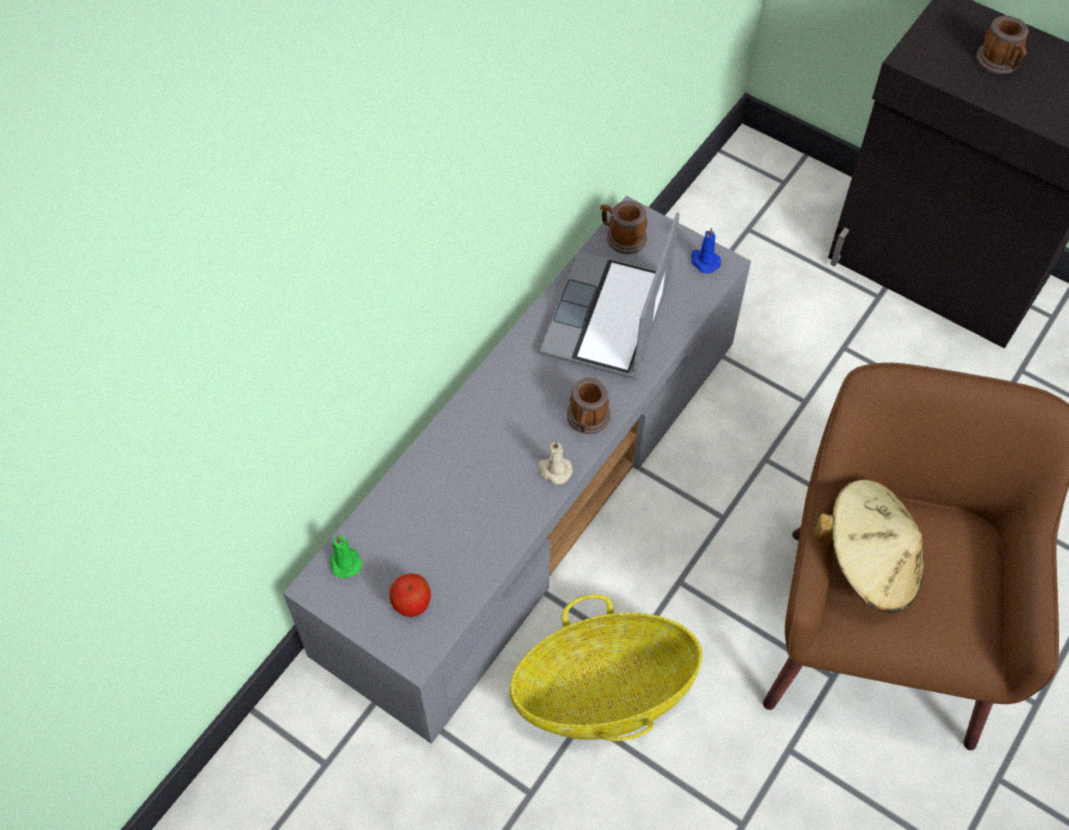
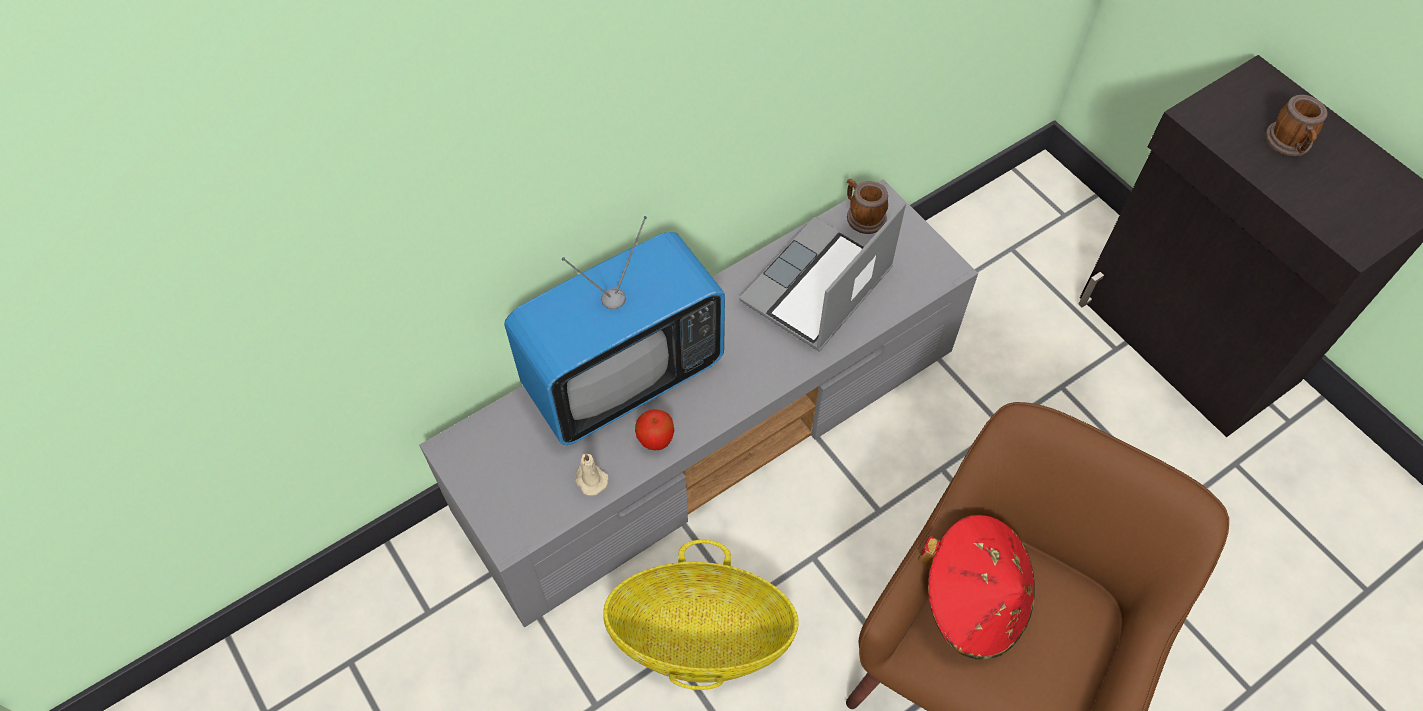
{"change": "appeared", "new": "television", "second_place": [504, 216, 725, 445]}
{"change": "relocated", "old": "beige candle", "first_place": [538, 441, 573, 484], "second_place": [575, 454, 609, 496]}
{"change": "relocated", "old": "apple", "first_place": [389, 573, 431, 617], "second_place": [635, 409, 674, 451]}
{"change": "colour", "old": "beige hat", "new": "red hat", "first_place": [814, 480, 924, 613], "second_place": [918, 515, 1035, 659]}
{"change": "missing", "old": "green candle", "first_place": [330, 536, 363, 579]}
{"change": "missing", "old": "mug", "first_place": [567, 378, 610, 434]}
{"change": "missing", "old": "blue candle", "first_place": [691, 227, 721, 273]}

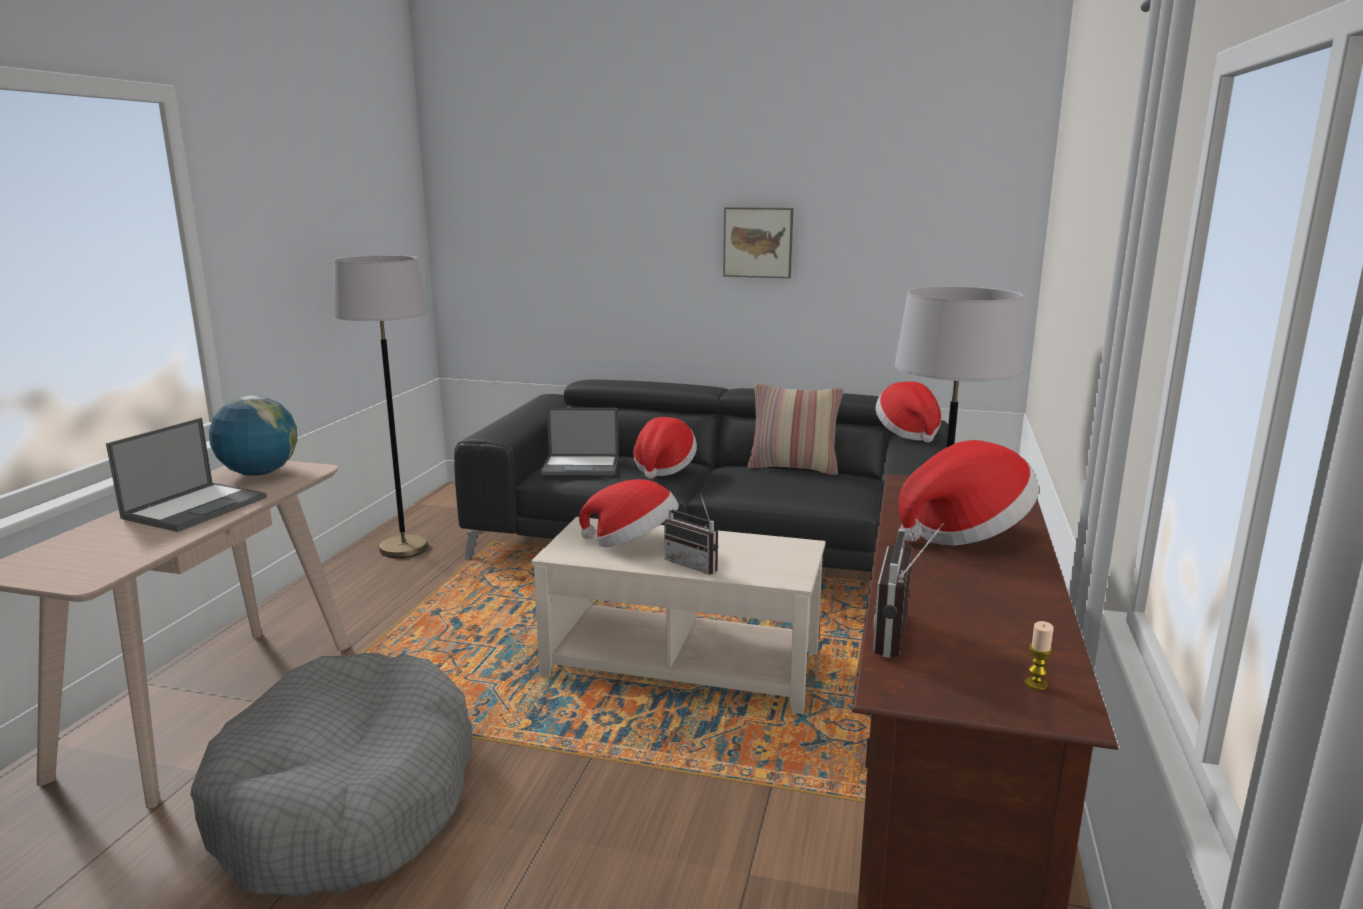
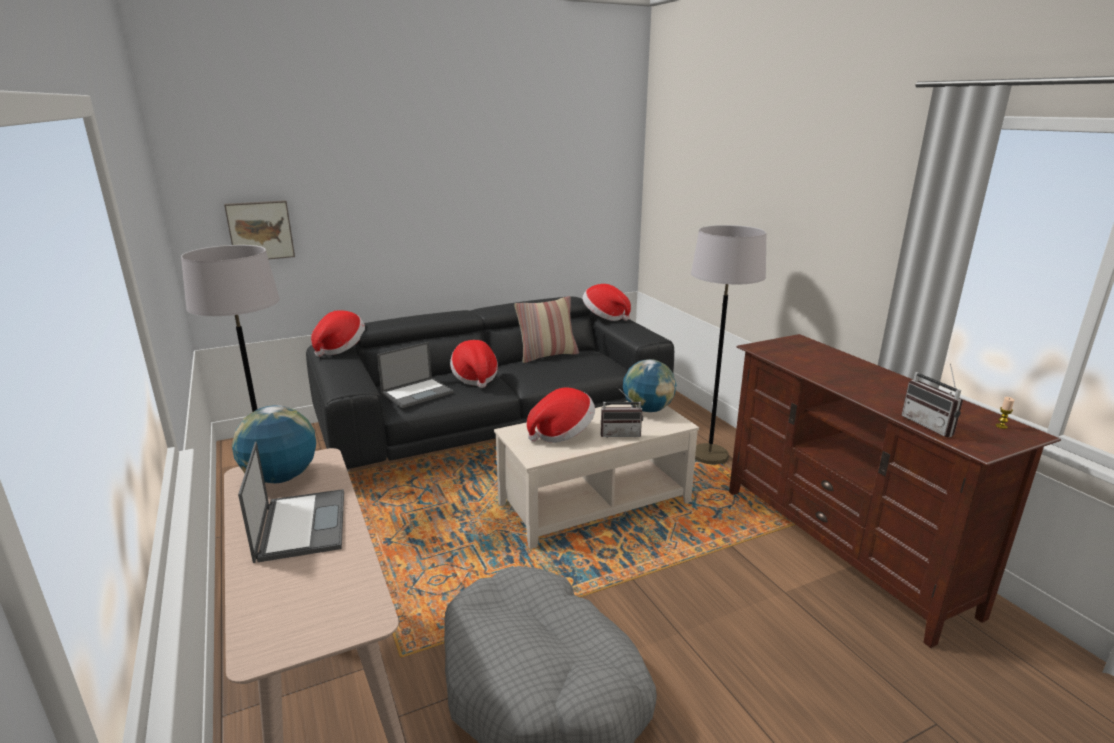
{"change": "relocated", "old": "picture", "first_place": [723, 207, 793, 278], "second_place": [224, 200, 295, 259]}
{"change": "relocated", "old": "hat", "first_place": [899, 440, 1039, 546], "second_place": [311, 310, 365, 357]}
{"change": "appeared", "new": "globe", "second_place": [623, 359, 676, 412]}

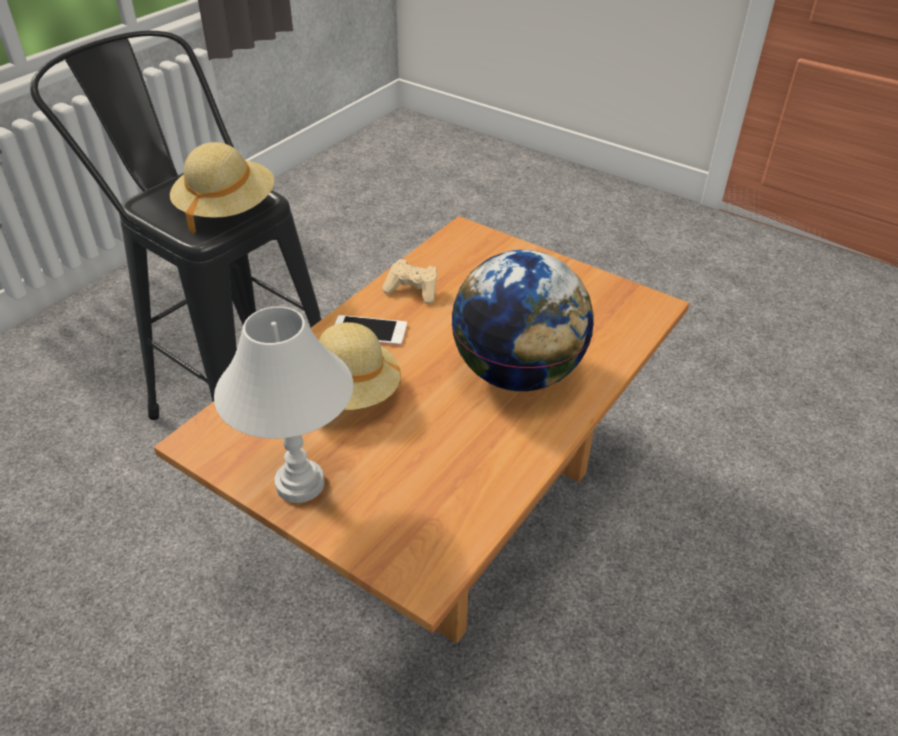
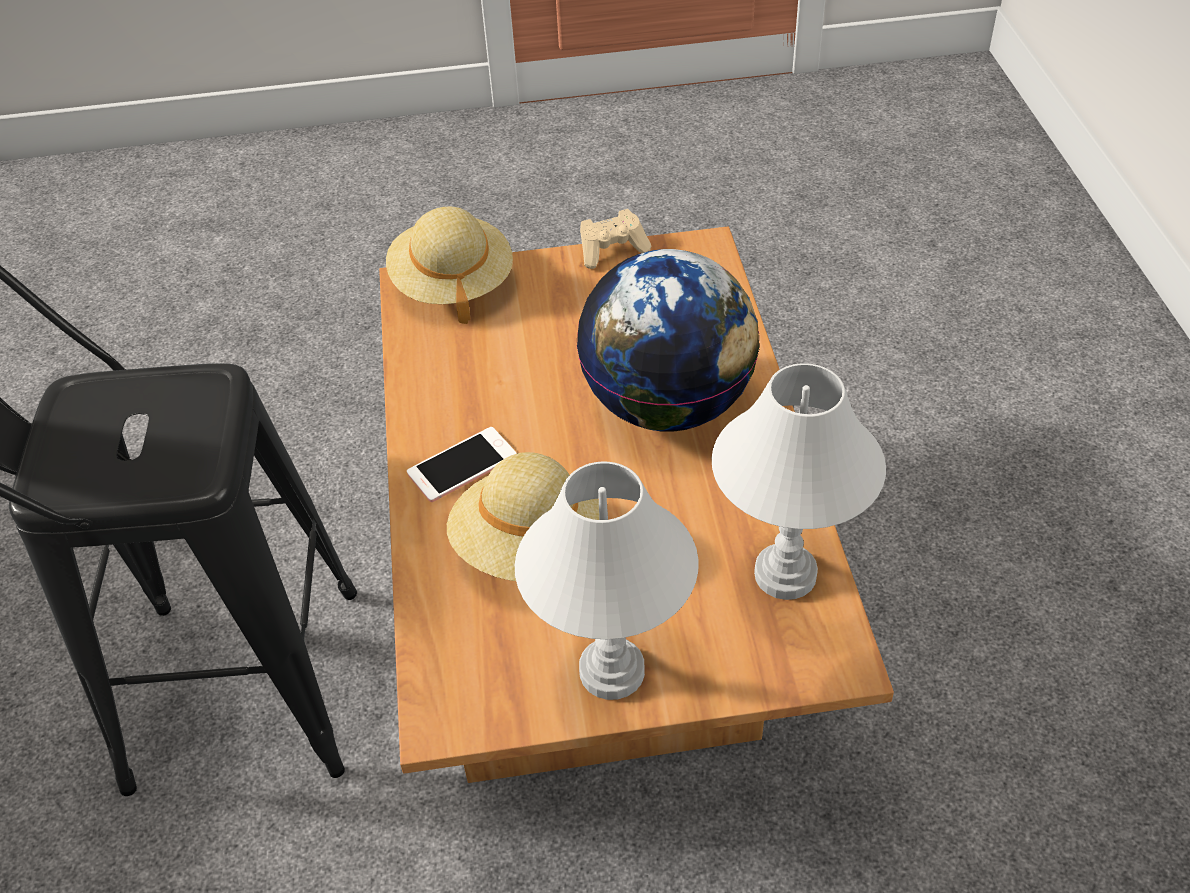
{"change": "relocated", "old": "beige hat", "first_place": [170, 142, 274, 234], "second_place": [386, 206, 513, 324]}
{"change": "relocated", "old": "beige game controller", "first_place": [382, 259, 437, 304], "second_place": [580, 209, 651, 269]}
{"change": "appeared", "new": "white table lamp", "second_place": [712, 363, 886, 600]}

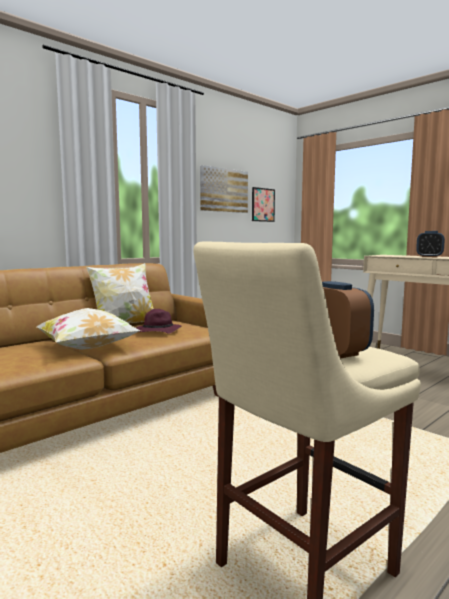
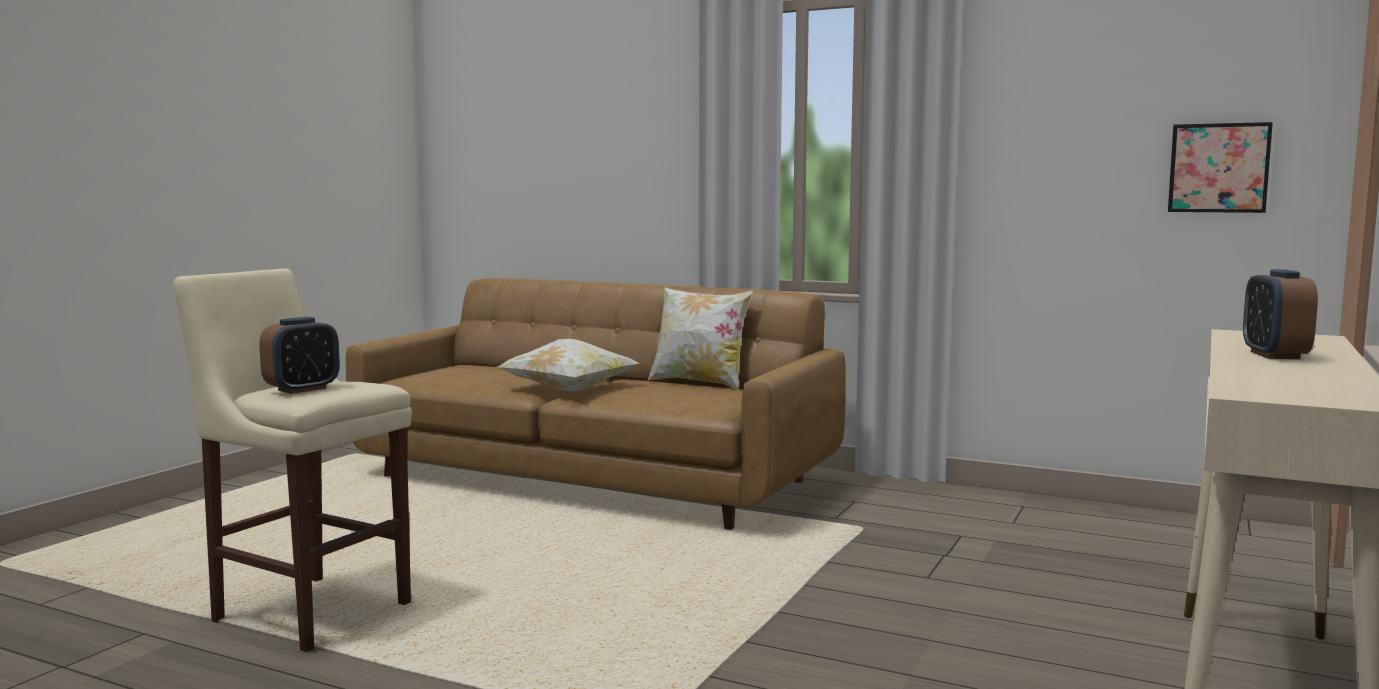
{"change": "missing", "old": "purple hat", "first_place": [136, 309, 181, 334]}
{"change": "missing", "old": "picture", "first_place": [200, 165, 248, 213]}

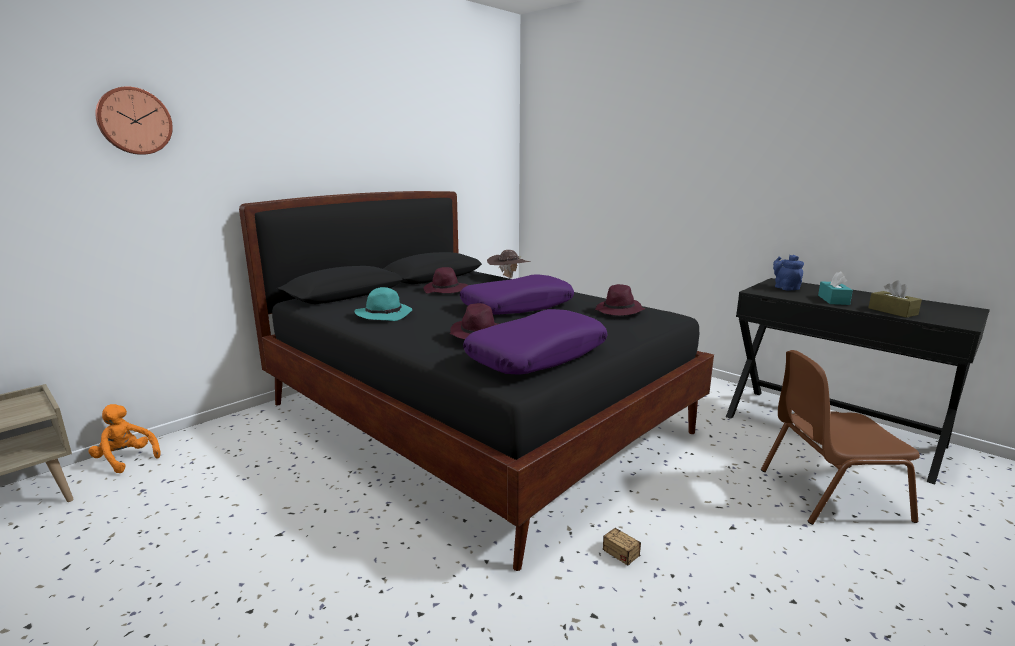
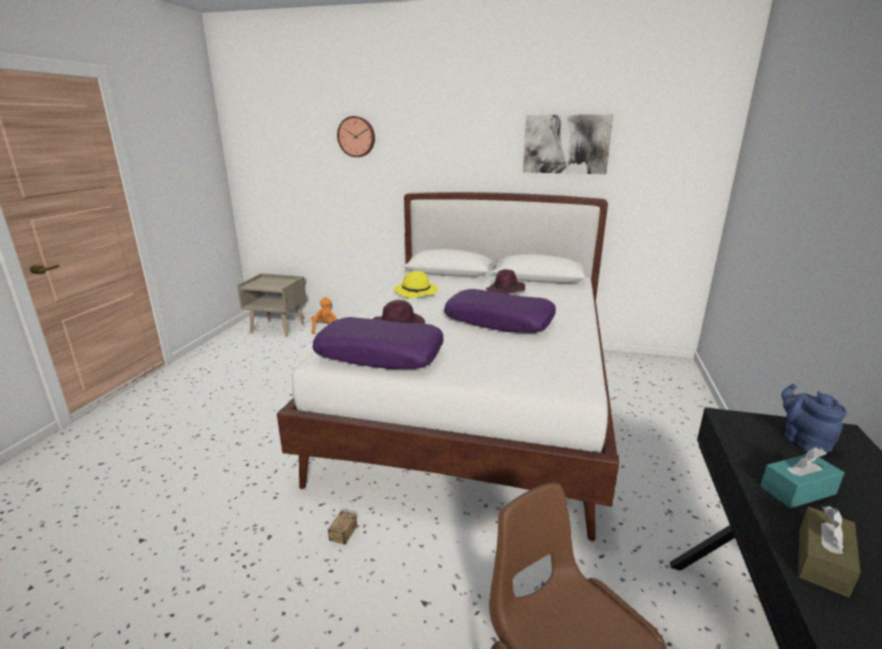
{"change": "colour", "old": "black bed", "new": "white bed", "first_place": [239, 191, 714, 571], "second_place": [277, 192, 619, 541]}
{"change": "colour", "old": "turquoise hat", "new": "yellow hat", "first_place": [355, 287, 412, 321], "second_place": [394, 271, 438, 299]}
{"change": "appeared", "new": "picture", "second_place": [523, 115, 614, 174]}
{"change": "spun", "old": "blue teapot", "first_place": [773, 255, 804, 290], "second_place": [782, 384, 847, 452], "degrees": -60}
{"change": "missing", "old": "brown hat", "first_place": [487, 250, 530, 278]}
{"change": "missing", "old": "purple hat", "first_place": [595, 284, 645, 316]}

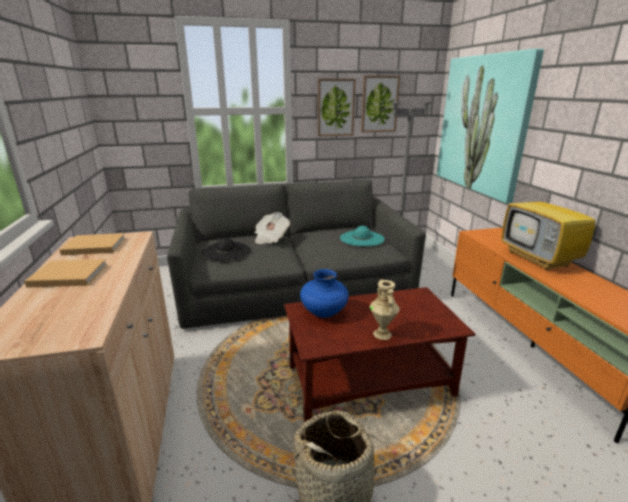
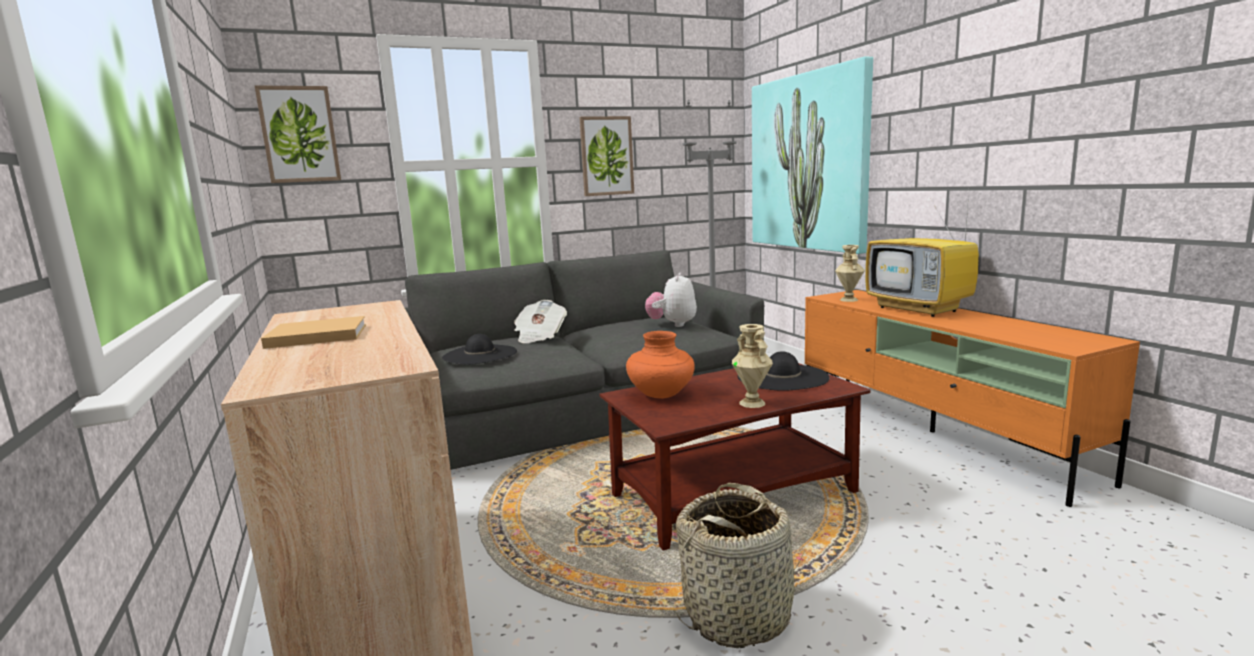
{"change": "relocated", "old": "picture", "first_place": [361, 76, 400, 132], "second_place": [255, 85, 341, 183]}
{"change": "colour", "old": "blue vase", "new": "orange vase", "first_place": [300, 269, 348, 318], "second_place": [626, 331, 695, 399]}
{"change": "exchanged", "old": "turquoise hat", "new": "plush toy", "first_place": [340, 226, 385, 246], "second_place": [645, 273, 697, 327]}
{"change": "appeared", "new": "black hat", "second_place": [737, 351, 830, 391]}
{"change": "appeared", "new": "beige vase", "second_place": [835, 245, 865, 302]}
{"change": "missing", "old": "beige book", "first_place": [60, 233, 125, 255]}

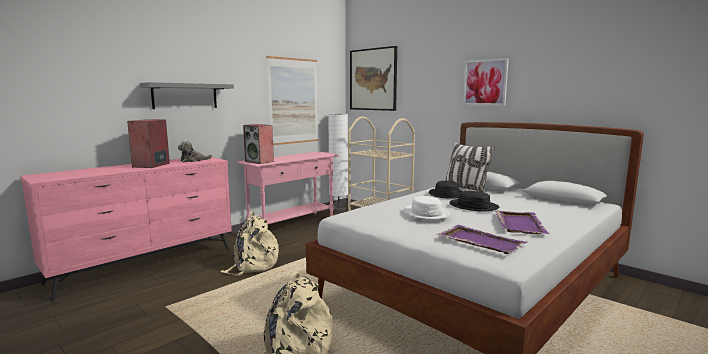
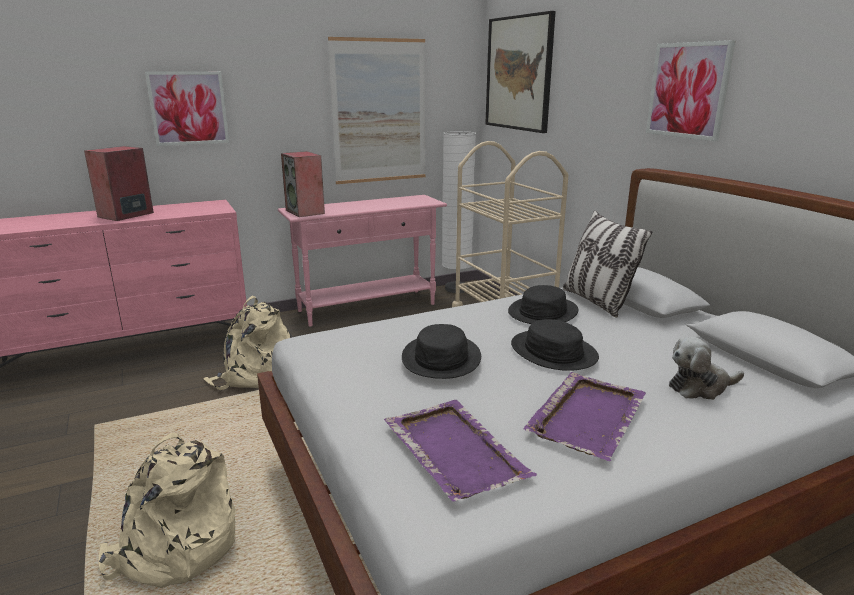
{"change": "exchanged", "old": "grey shelf", "new": "picture", "first_place": [140, 82, 234, 109], "second_place": [145, 71, 229, 146]}
{"change": "colour", "old": "white hat", "new": "black hat", "first_place": [404, 196, 451, 220], "second_place": [402, 324, 481, 379]}
{"change": "relocated", "old": "plush toy", "first_place": [178, 140, 212, 162], "second_place": [669, 337, 744, 400]}

